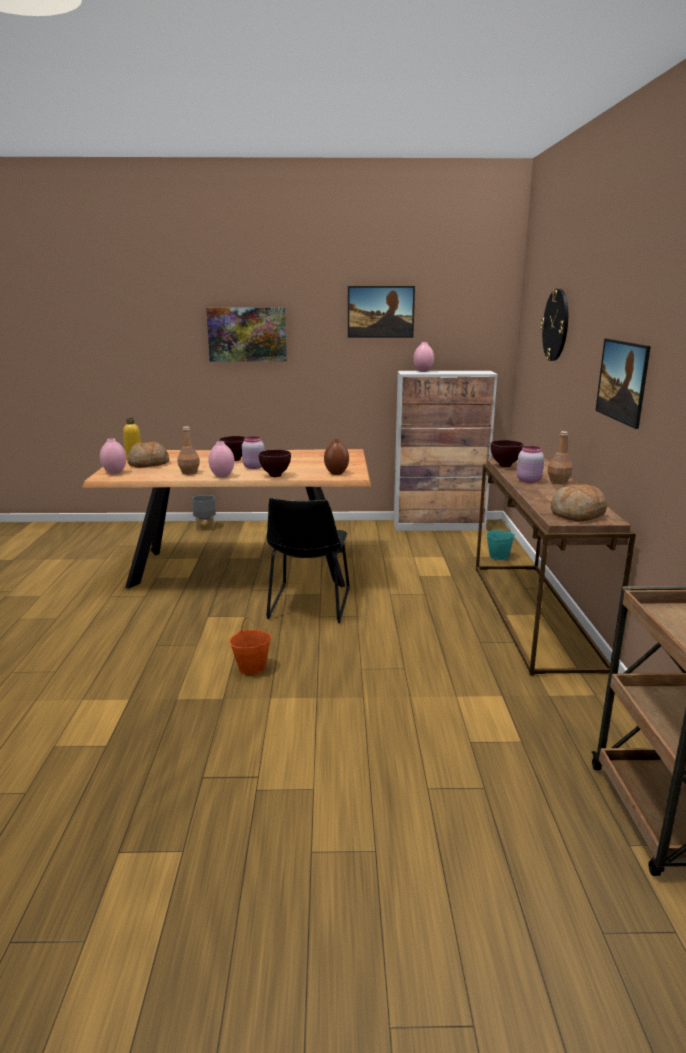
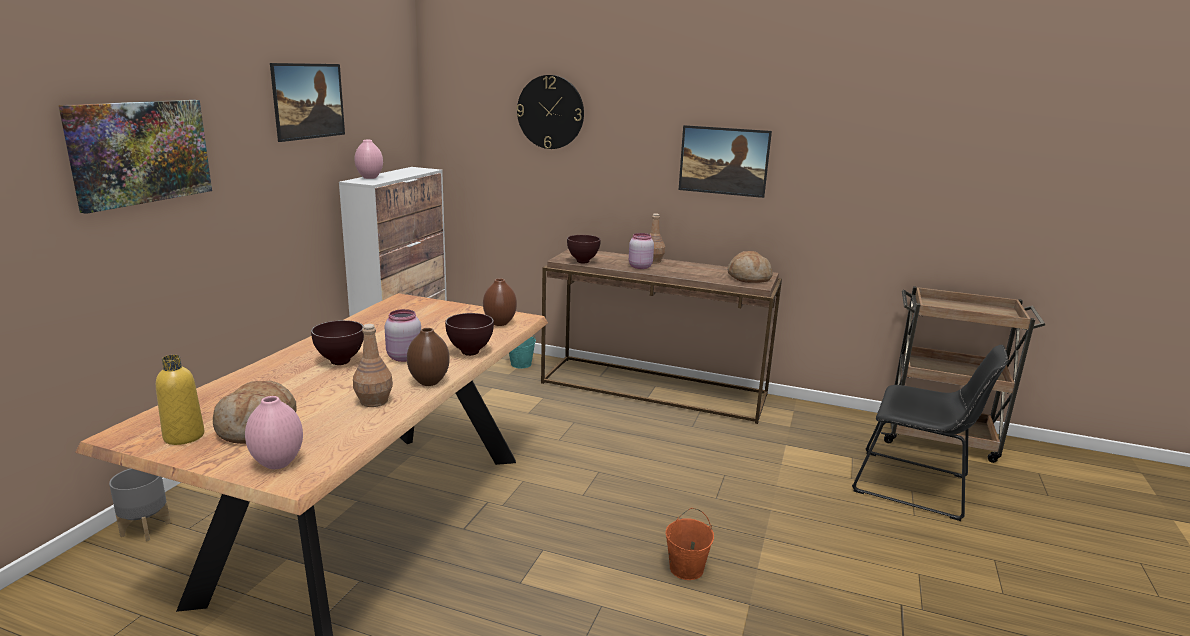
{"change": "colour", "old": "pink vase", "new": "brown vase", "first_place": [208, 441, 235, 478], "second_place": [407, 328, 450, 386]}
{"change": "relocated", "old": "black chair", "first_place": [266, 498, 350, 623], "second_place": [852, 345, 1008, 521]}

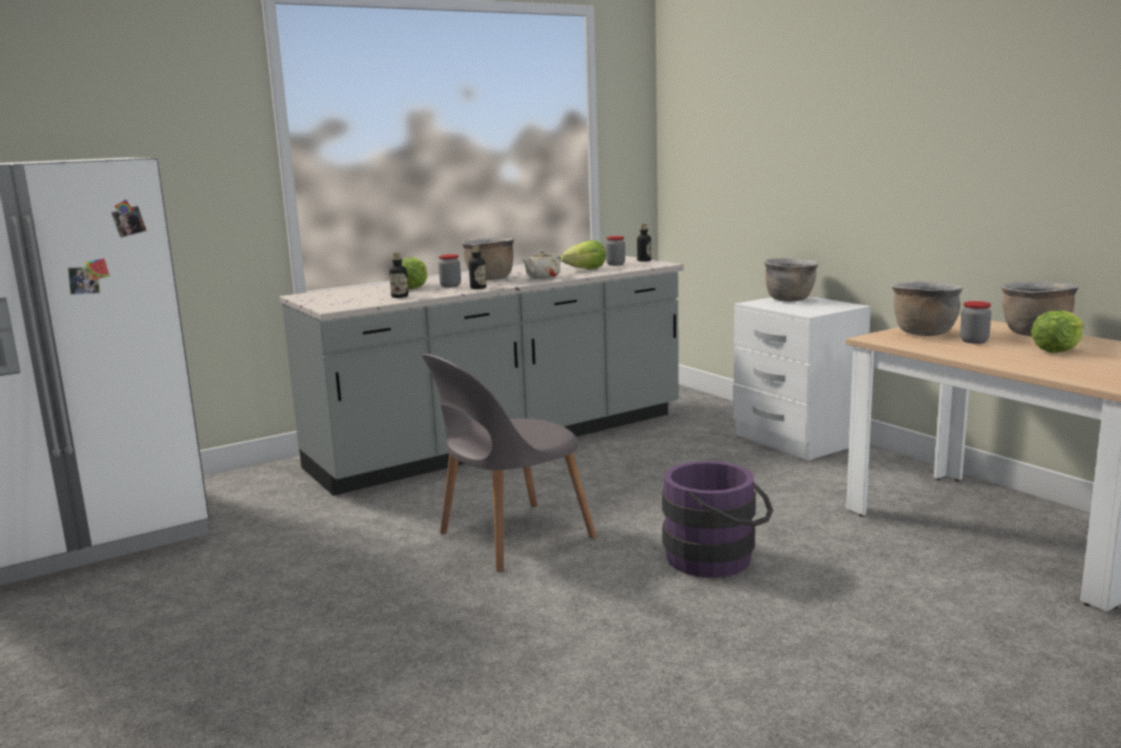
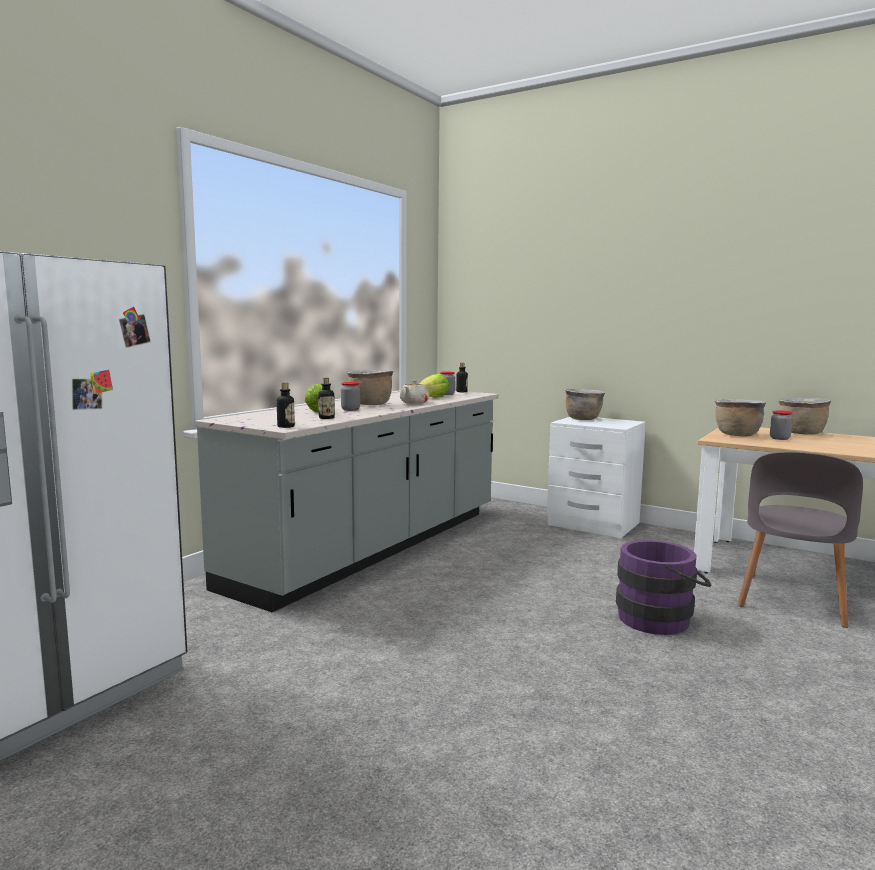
{"change": "relocated", "old": "bottle", "first_place": [469, 245, 486, 289], "second_place": [277, 383, 295, 428]}
{"change": "relocated", "old": "grey chair", "first_place": [422, 354, 597, 572], "second_place": [738, 451, 863, 628]}
{"change": "missing", "old": "lettuce", "first_place": [1031, 310, 1084, 353]}

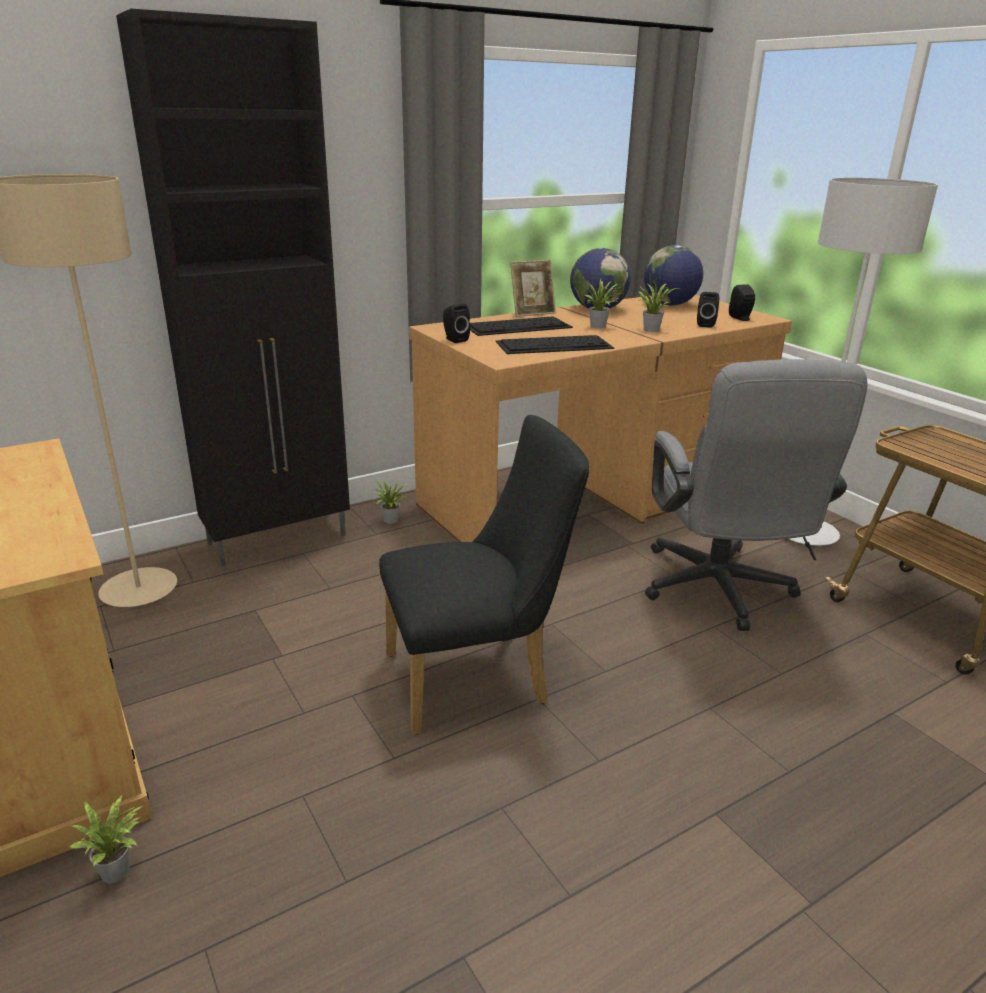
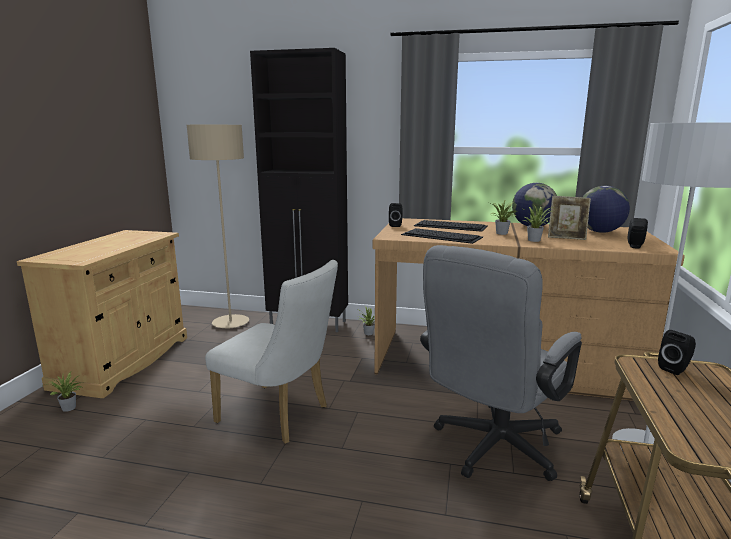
{"change": "colour", "old": "black chair", "new": "white chair", "first_place": [379, 415, 589, 735], "second_place": [205, 260, 338, 444]}
{"change": "relocated", "old": "picture frame", "first_place": [510, 260, 556, 317], "second_place": [548, 196, 591, 240]}
{"change": "relocated", "old": "black speaker", "first_place": [697, 292, 719, 328], "second_place": [658, 330, 696, 375]}

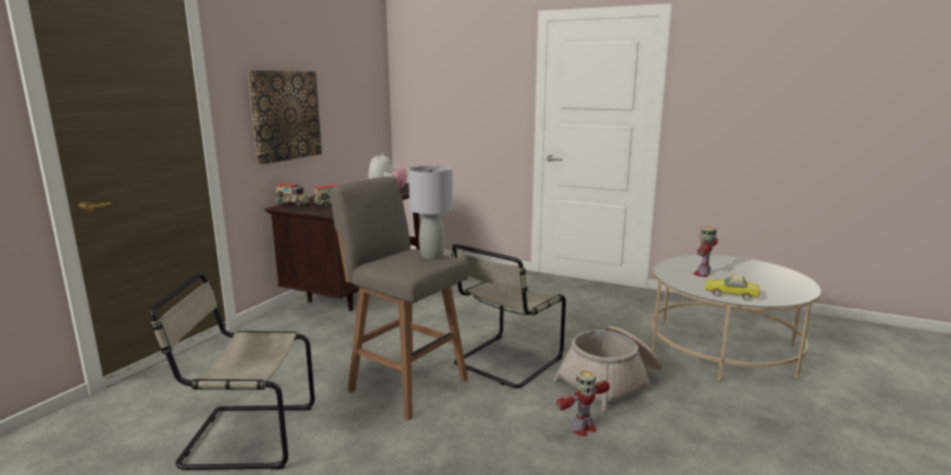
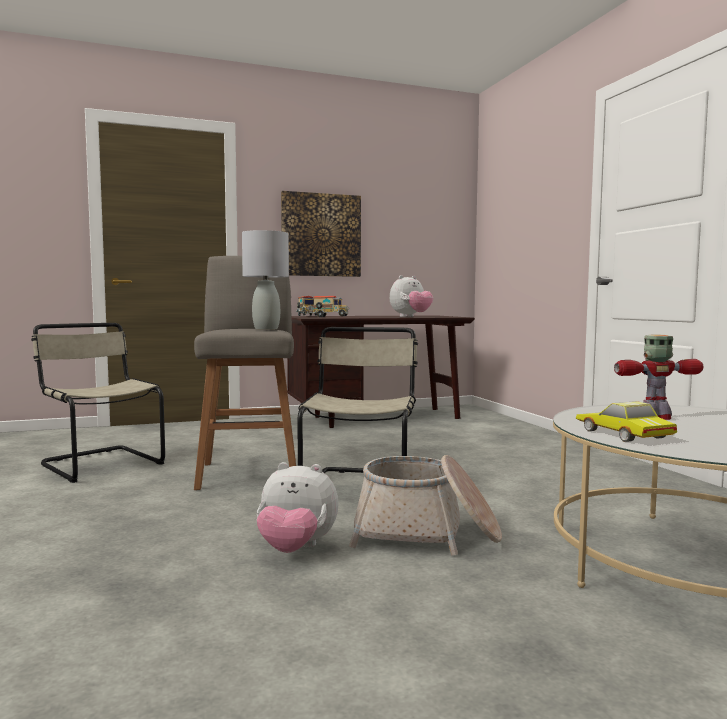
{"change": "exchanged", "old": "toy robot", "new": "plush toy", "first_place": [556, 370, 610, 437], "second_place": [257, 462, 339, 553]}
{"change": "spun", "old": "beige chair", "first_place": [451, 244, 566, 388], "second_place": [298, 327, 418, 473], "degrees": 105}

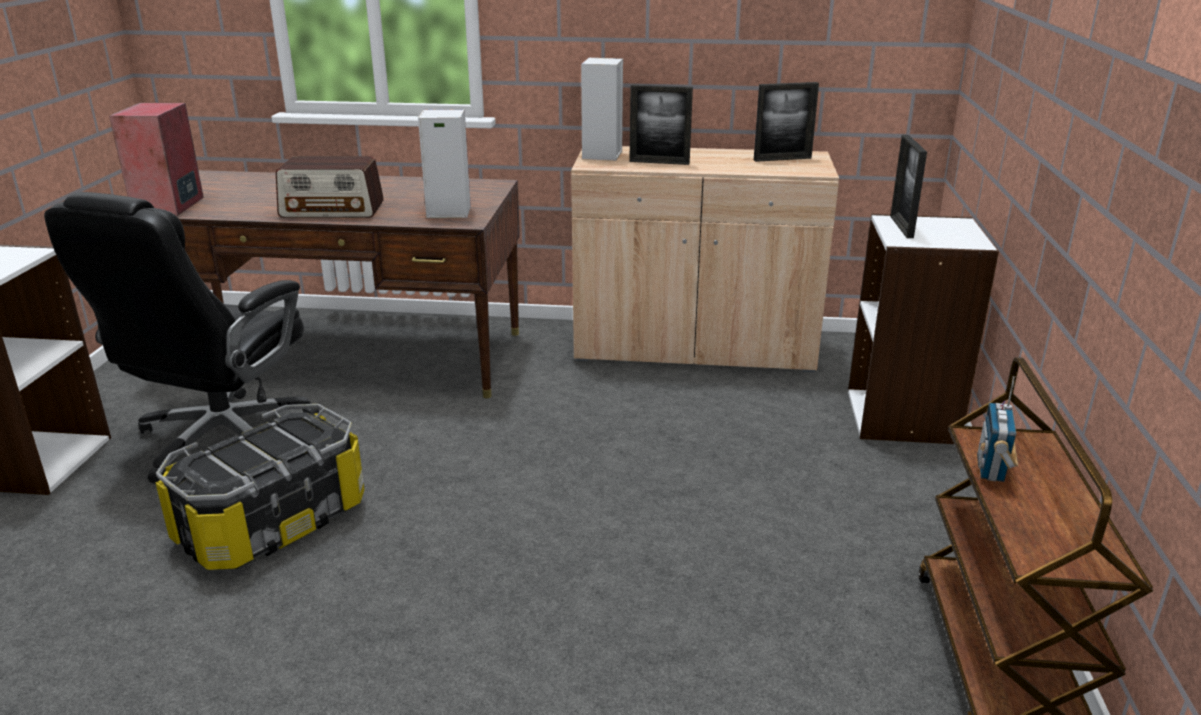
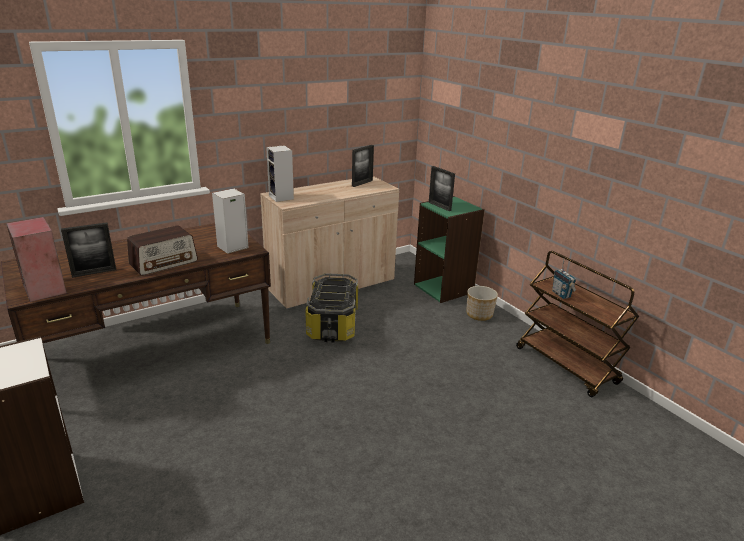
{"change": "relocated", "old": "picture frame", "first_place": [629, 84, 693, 165], "second_place": [61, 222, 116, 278]}
{"change": "relocated", "old": "storage box", "first_place": [155, 404, 364, 570], "second_place": [305, 273, 358, 343]}
{"change": "colour", "old": "white bookcase", "new": "green bookcase", "first_place": [848, 214, 999, 444], "second_place": [414, 196, 485, 303]}
{"change": "appeared", "new": "planter", "second_place": [466, 286, 498, 321]}
{"change": "missing", "old": "black office chair", "first_place": [44, 192, 319, 484]}

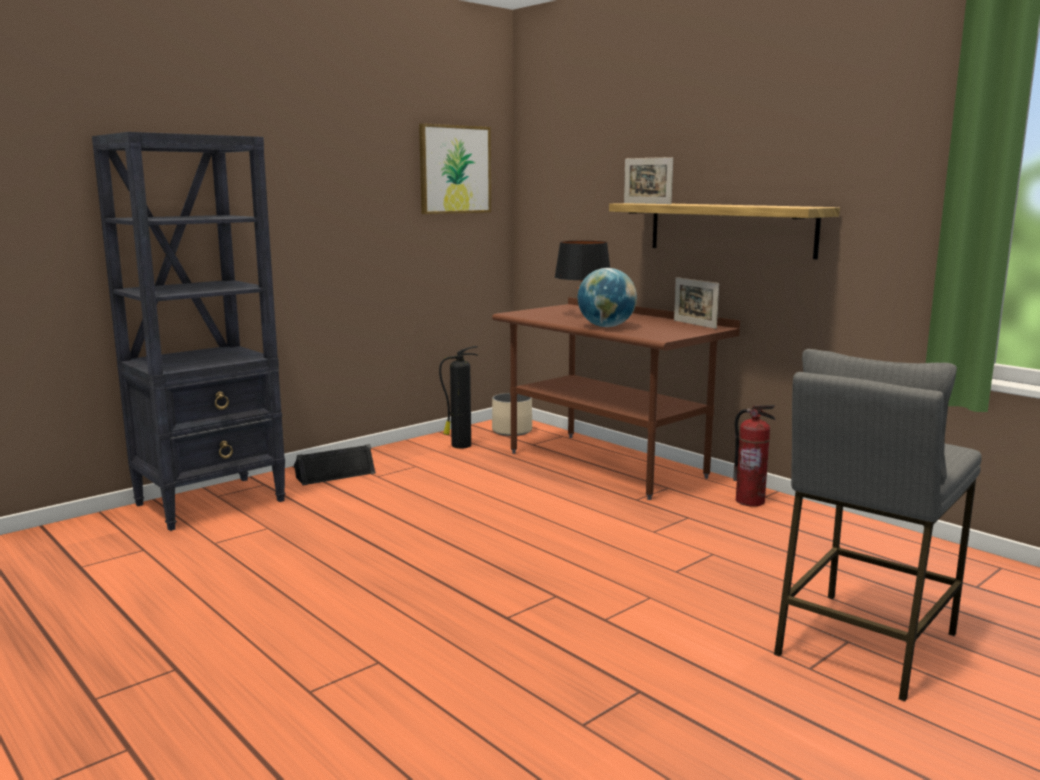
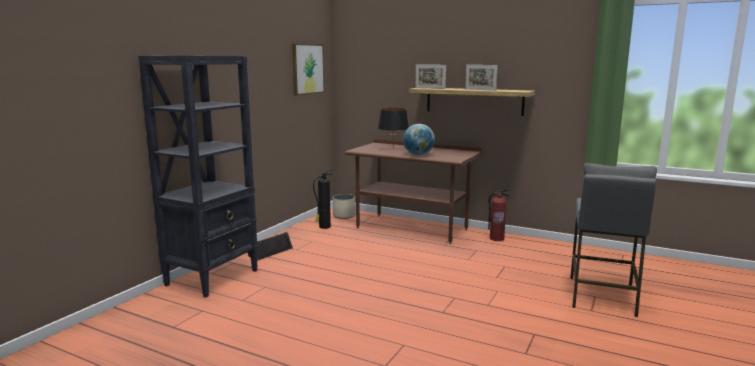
{"change": "relocated", "old": "picture frame", "first_place": [674, 277, 719, 329], "second_place": [465, 65, 498, 91]}

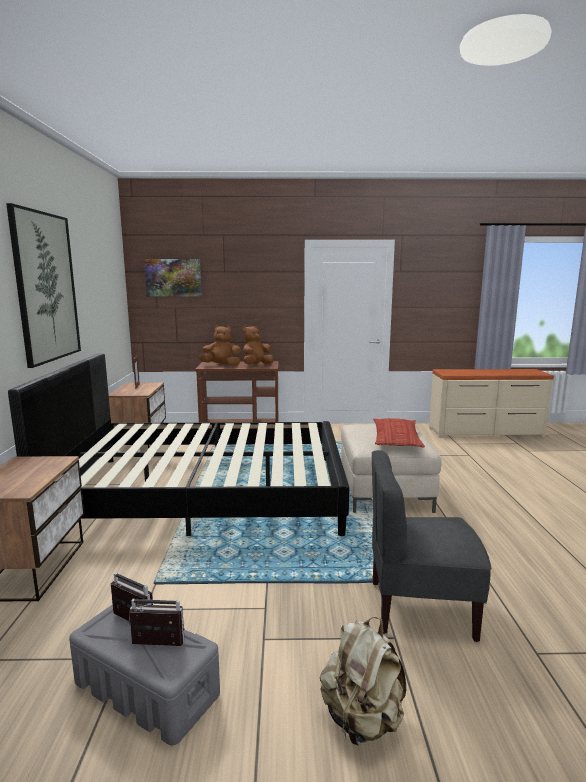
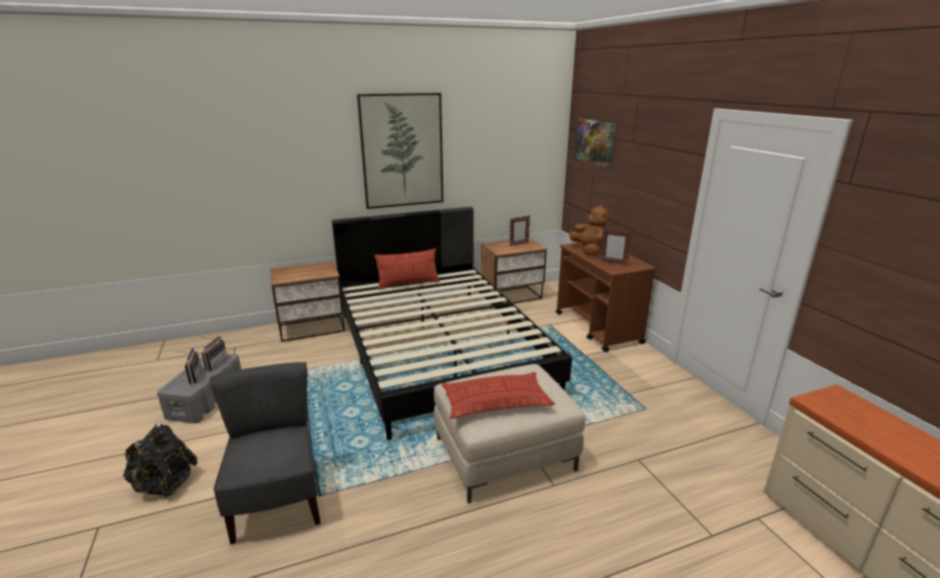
{"change": "colour", "old": "beige backpack", "new": "black backpack", "first_place": [320, 617, 406, 746], "second_place": [123, 424, 198, 498]}
{"change": "appeared", "new": "pillow", "second_place": [374, 248, 440, 290]}
{"change": "exchanged", "old": "brown plush toy", "new": "picture frame", "first_place": [243, 326, 273, 364], "second_place": [600, 229, 632, 265]}

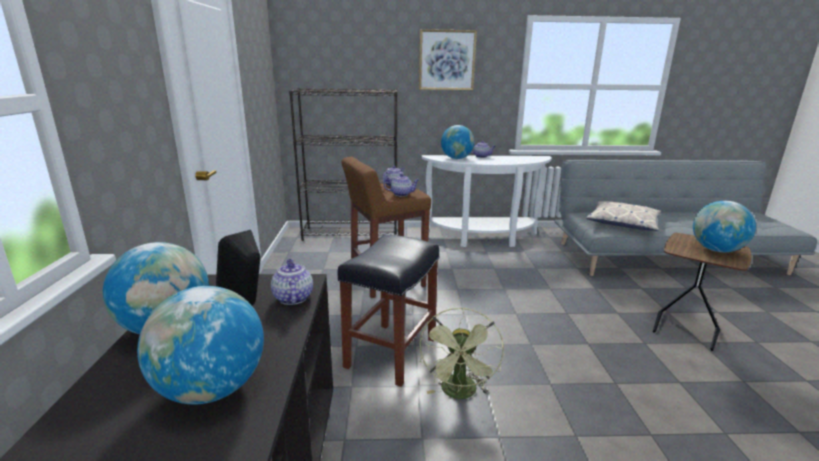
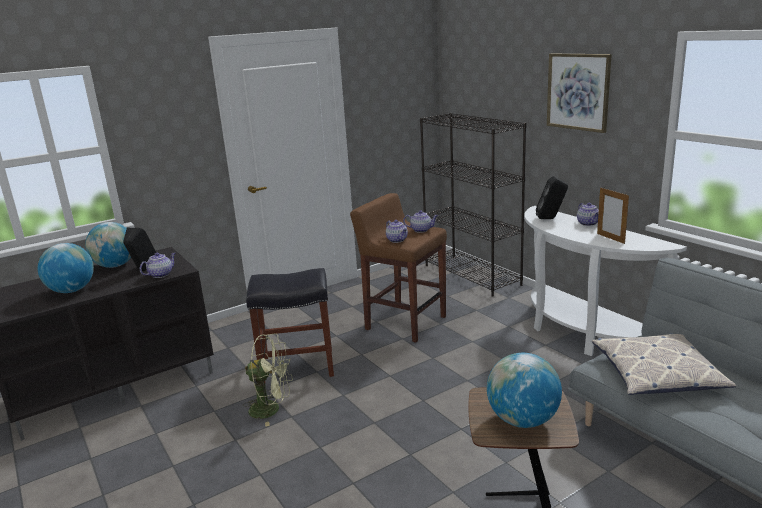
{"change": "spun", "old": "green fan", "first_place": [419, 308, 504, 399], "second_place": [243, 334, 293, 426], "degrees": -150}
{"change": "exchanged", "old": "globe", "new": "black speaker", "first_place": [441, 125, 474, 159], "second_place": [536, 176, 568, 219]}
{"change": "appeared", "new": "picture frame", "second_place": [597, 188, 629, 244]}

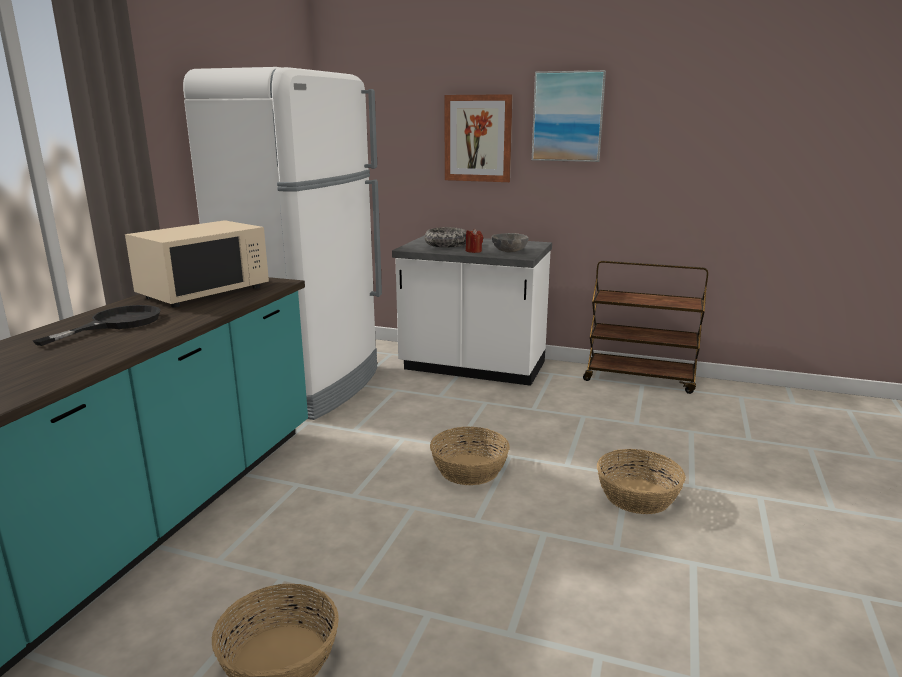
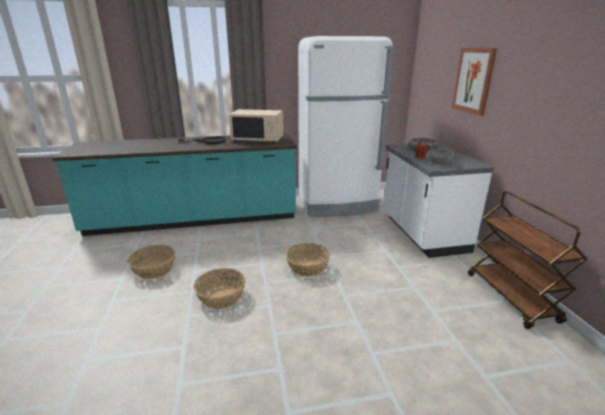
{"change": "relocated", "old": "basket", "first_place": [597, 449, 686, 514], "second_place": [194, 268, 245, 309]}
{"change": "missing", "old": "picture", "first_place": [532, 70, 606, 162]}

